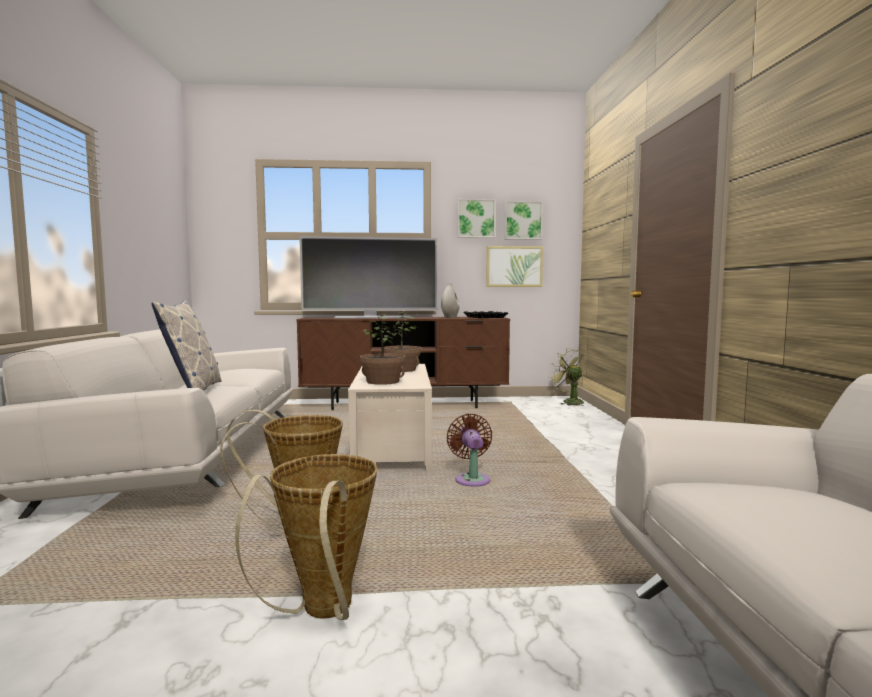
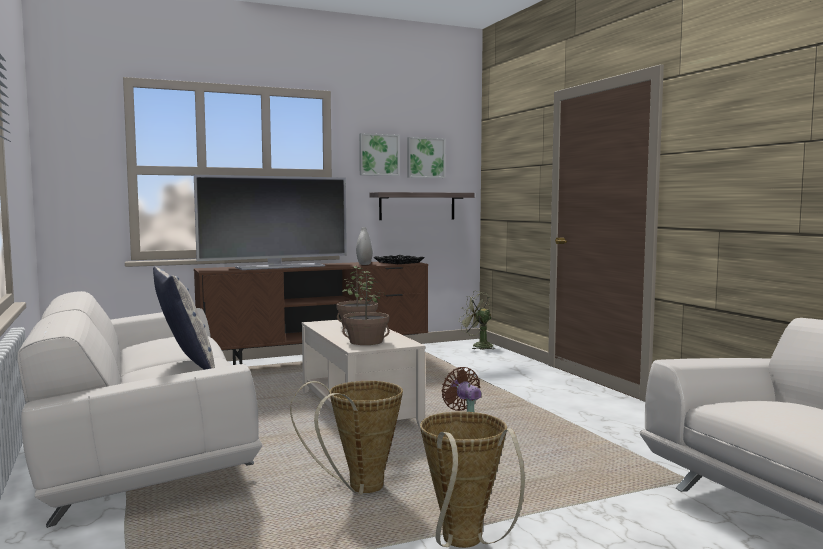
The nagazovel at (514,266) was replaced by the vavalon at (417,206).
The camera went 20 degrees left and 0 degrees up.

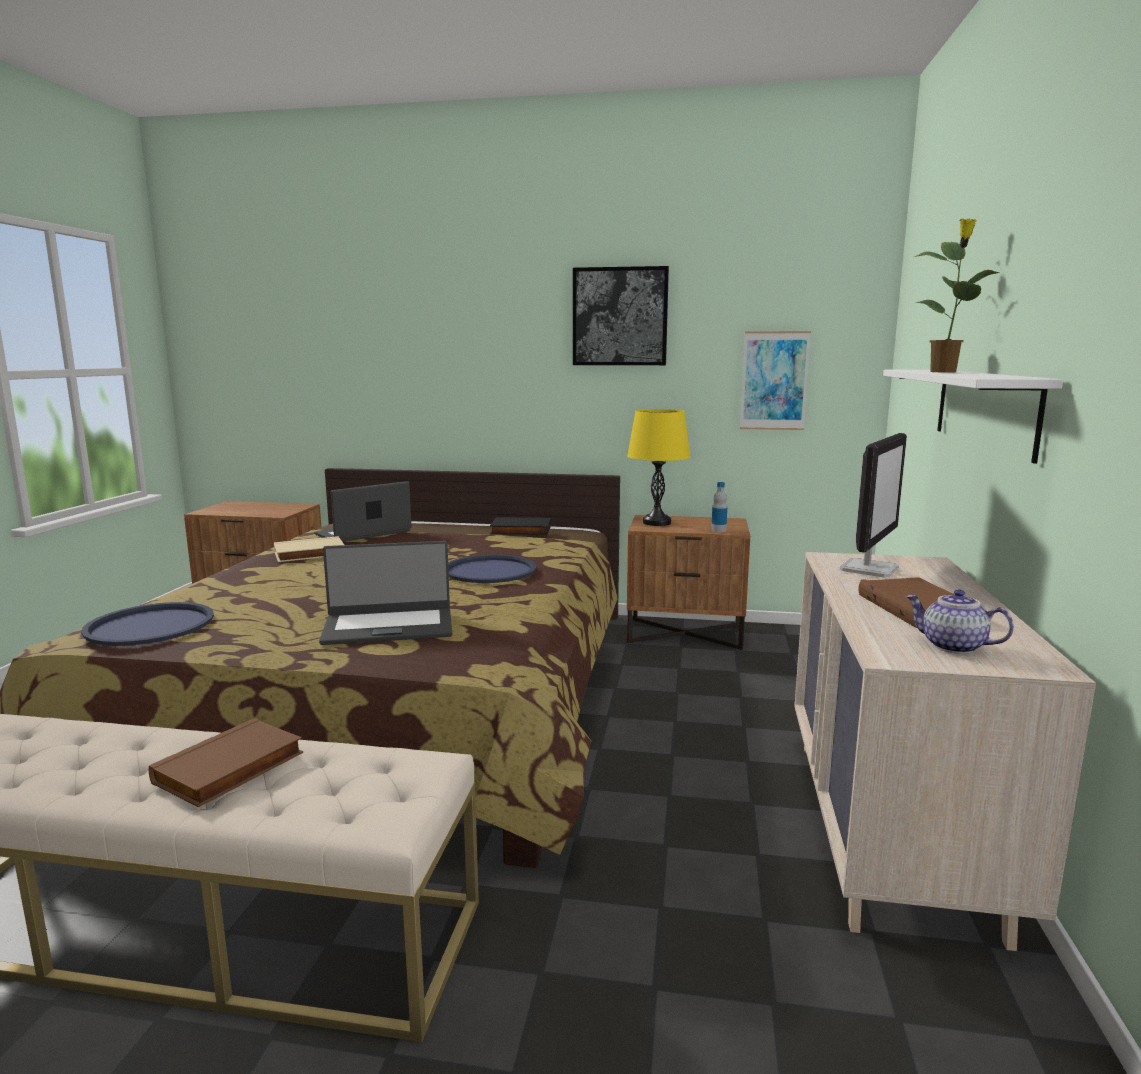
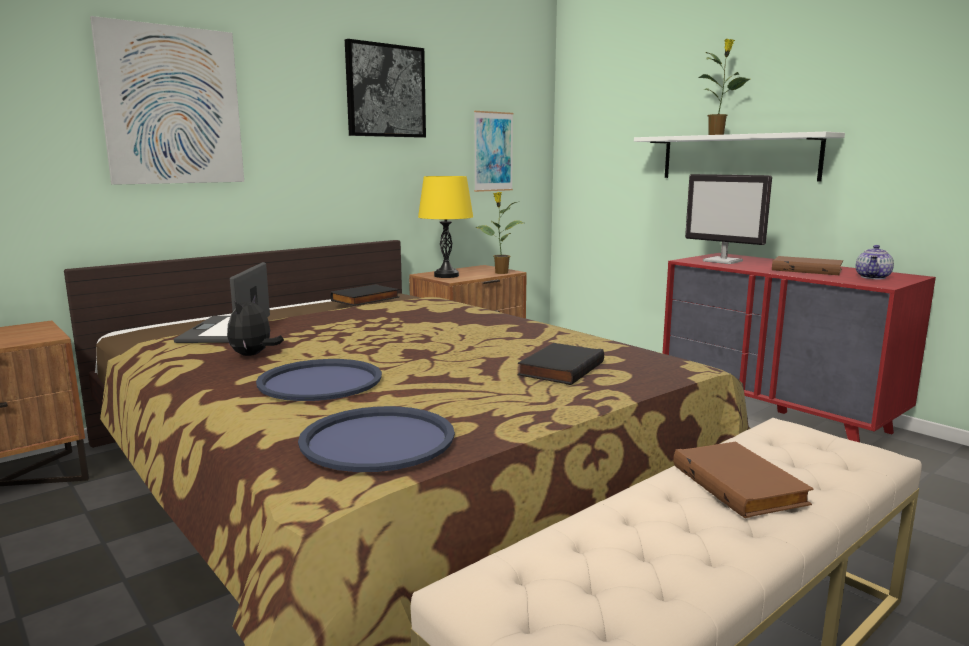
The nagazovel at (173,106) appeared.
The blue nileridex moved from (489,570) to (320,382).
The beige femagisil at (309,554) was replaced by the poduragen at (253,355).
The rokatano at (388,627) was replaced by the black femagisil at (560,368).
The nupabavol at (718,530) was replaced by the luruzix at (500,273).
The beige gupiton at (890,831) became the red gupiton at (777,415).
The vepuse at (868,569) turned 150 degrees clockwise.
The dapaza at (952,647) turned 45 degrees counterclockwise.
The camera went 50 degrees left and 0 degrees up.

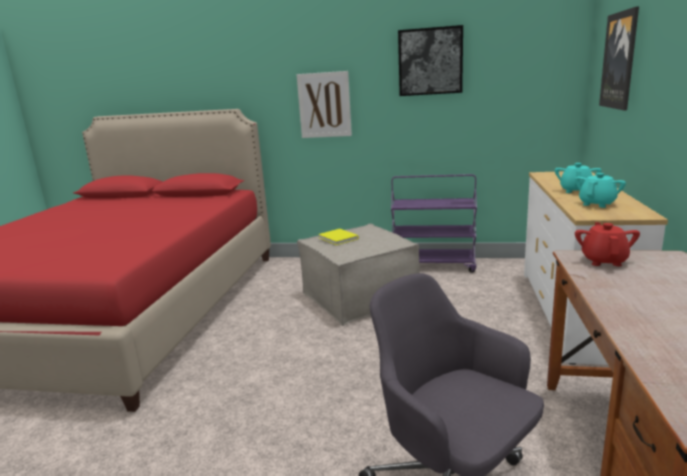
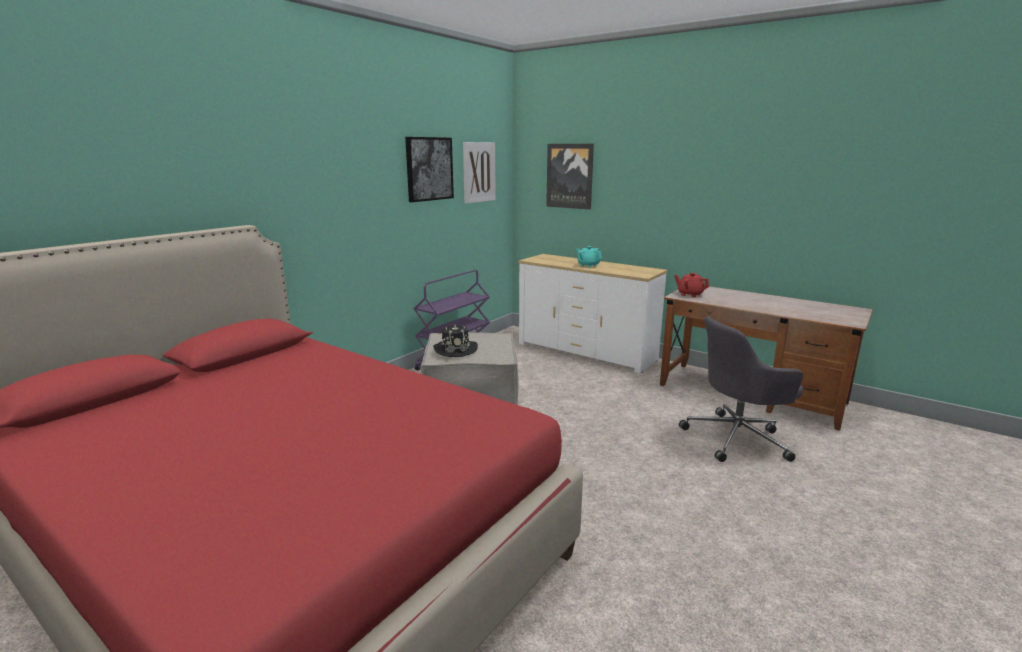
The turquoise dapaza at (597,204) disappeared.
The nagazovel moved from (324,105) to (479,172).
The yellow femagisil at (339,238) was replaced by the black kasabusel at (455,349).
The camera went 65 degrees left and 0 degrees up.

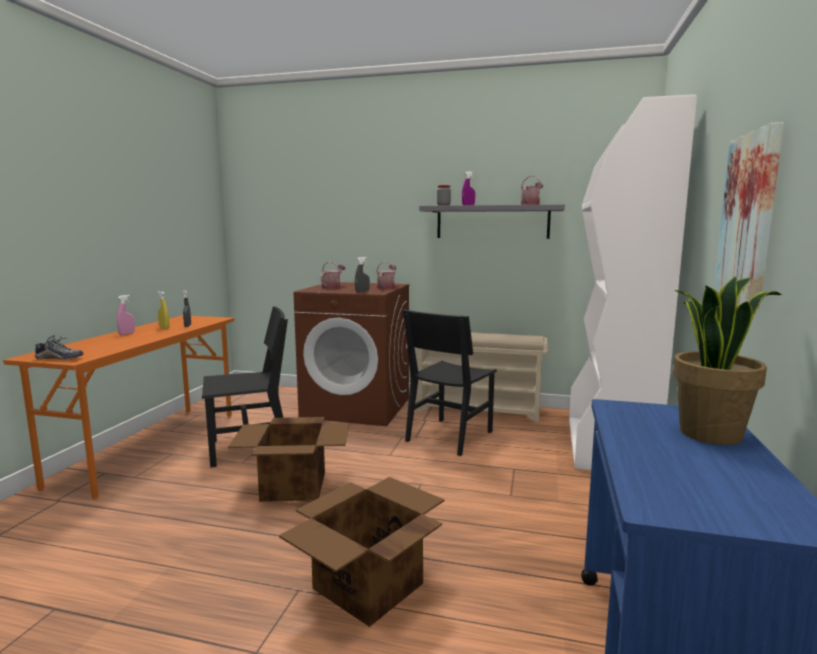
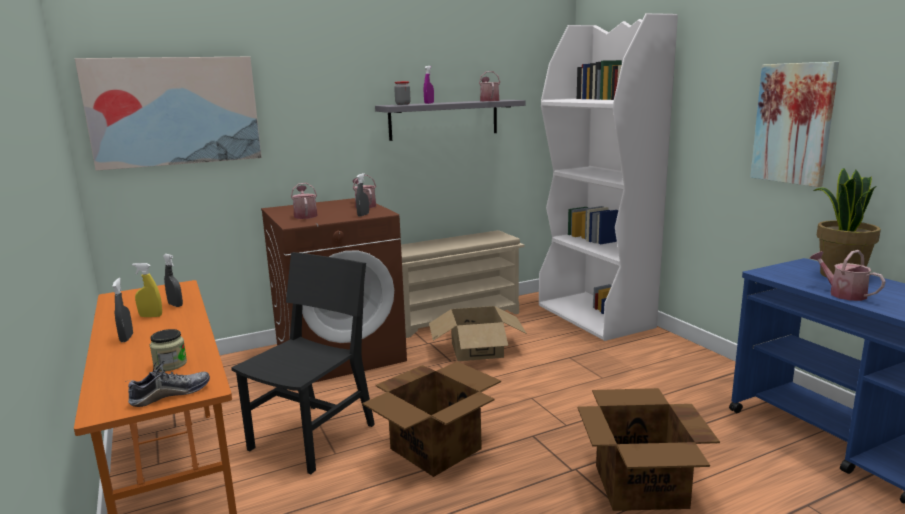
The nagazovel at (174,111) appeared.
The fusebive at (170,364) appeared.
The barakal at (842,293) appeared.
The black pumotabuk at (449,436) was replaced by the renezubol at (476,349).
The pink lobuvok at (127,334) became the grey lobuvok at (126,338).
The camera went 40 degrees left and 5 degrees up.

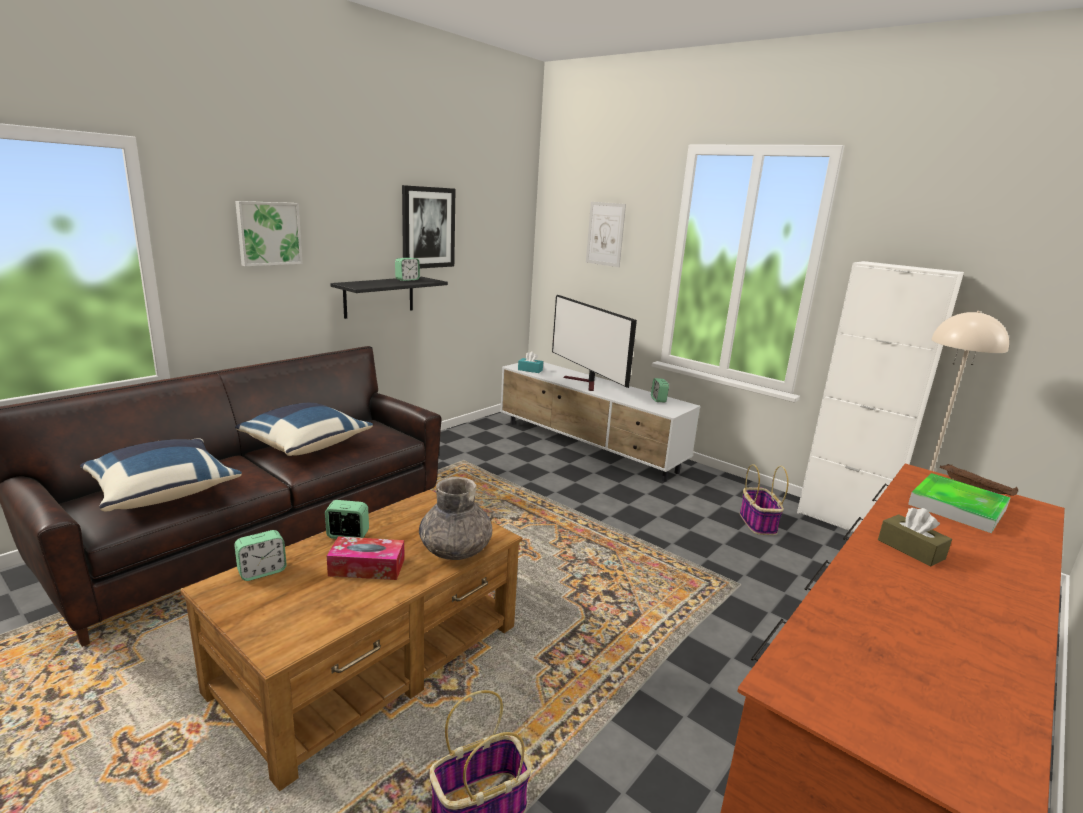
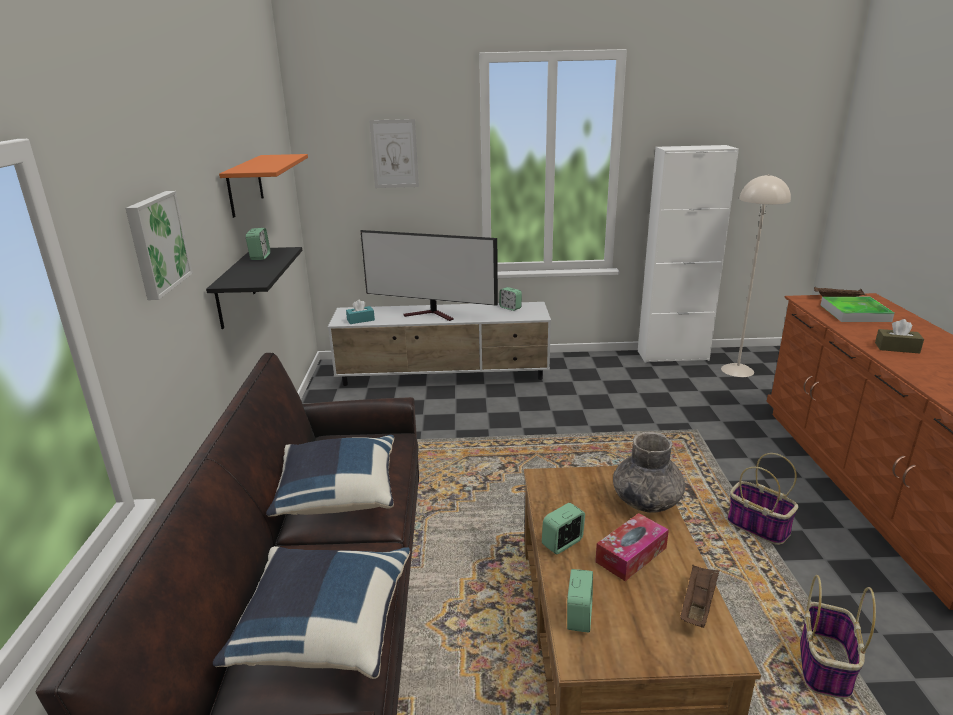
The brown nileridex at (697,604) appeared.
The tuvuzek moved from (757,523) to (756,526).
The nagazovel at (428,227) was replaced by the orange vavalon at (245,185).
The camera went 40 degrees left and 5 degrees up.

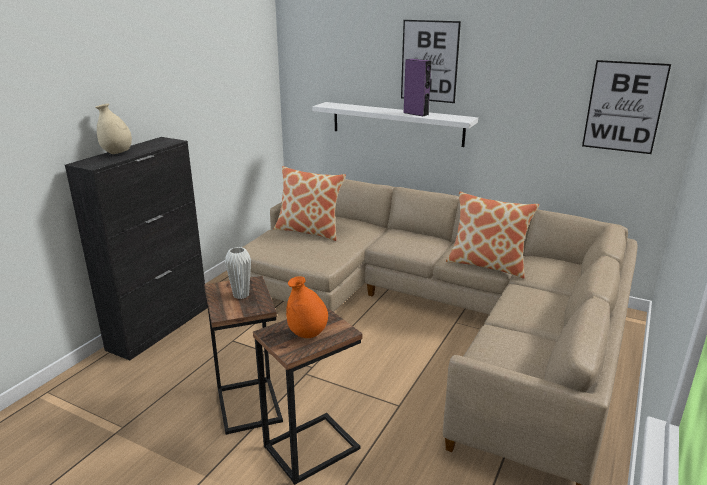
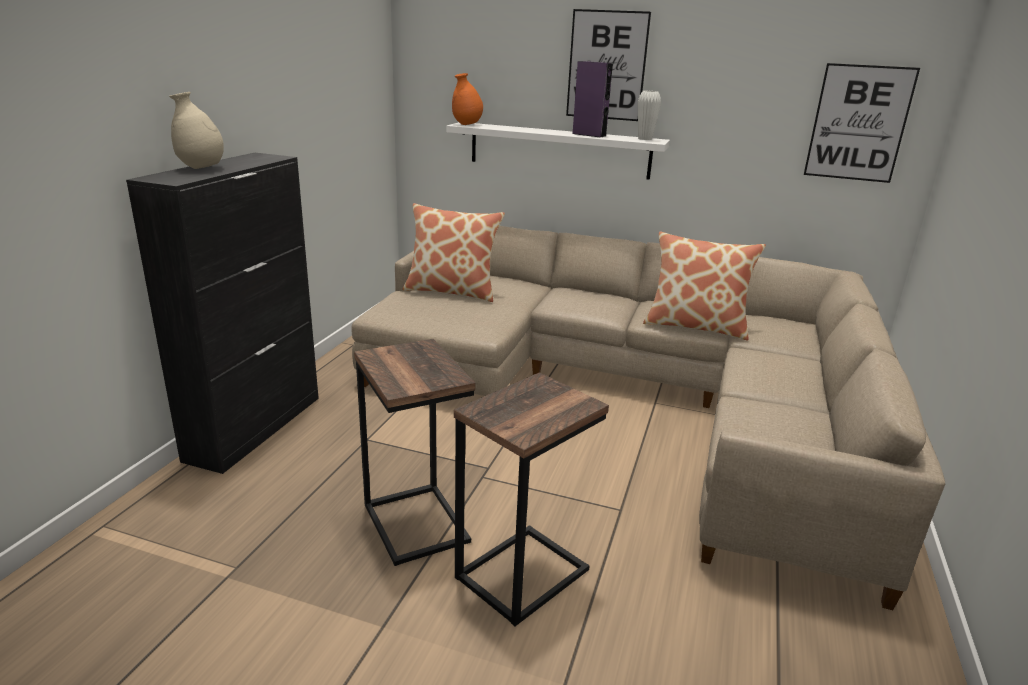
The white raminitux moved from (241,295) to (645,139).
The orange raminitux moved from (307,334) to (467,124).
The camera went 10 degrees left and 0 degrees up.

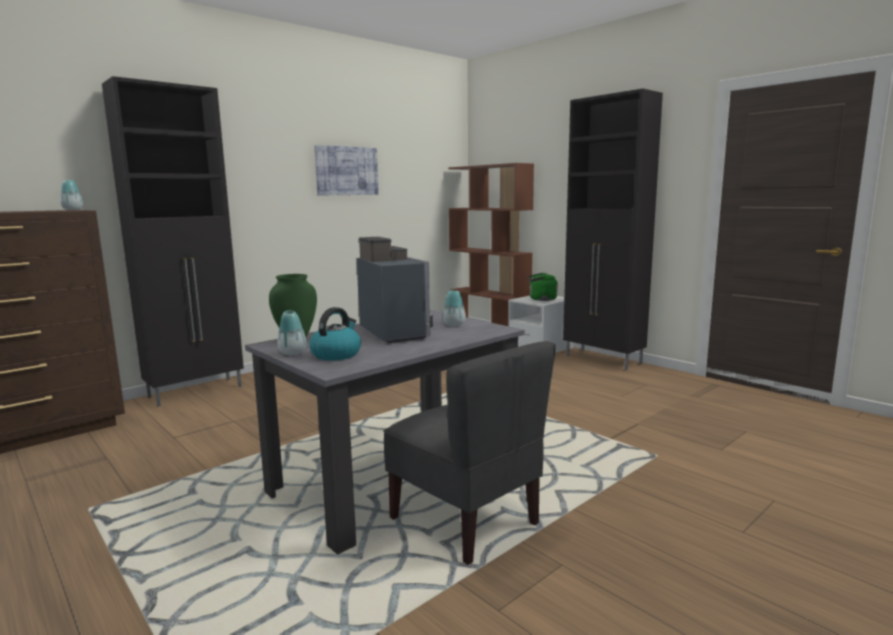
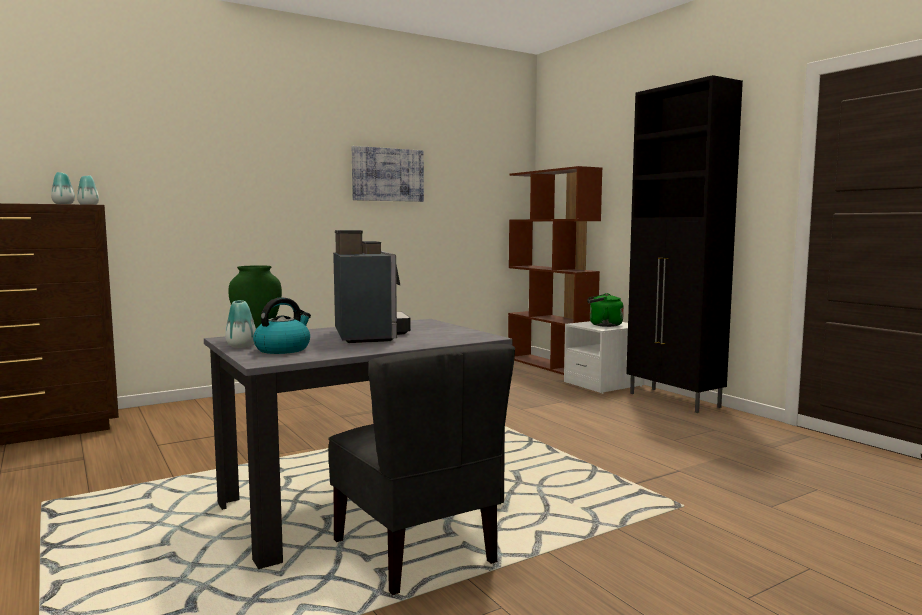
The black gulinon at (197,392) disappeared.
The raminitux moved from (454,325) to (63,204).
The camera went 10 degrees right and 5 degrees down.

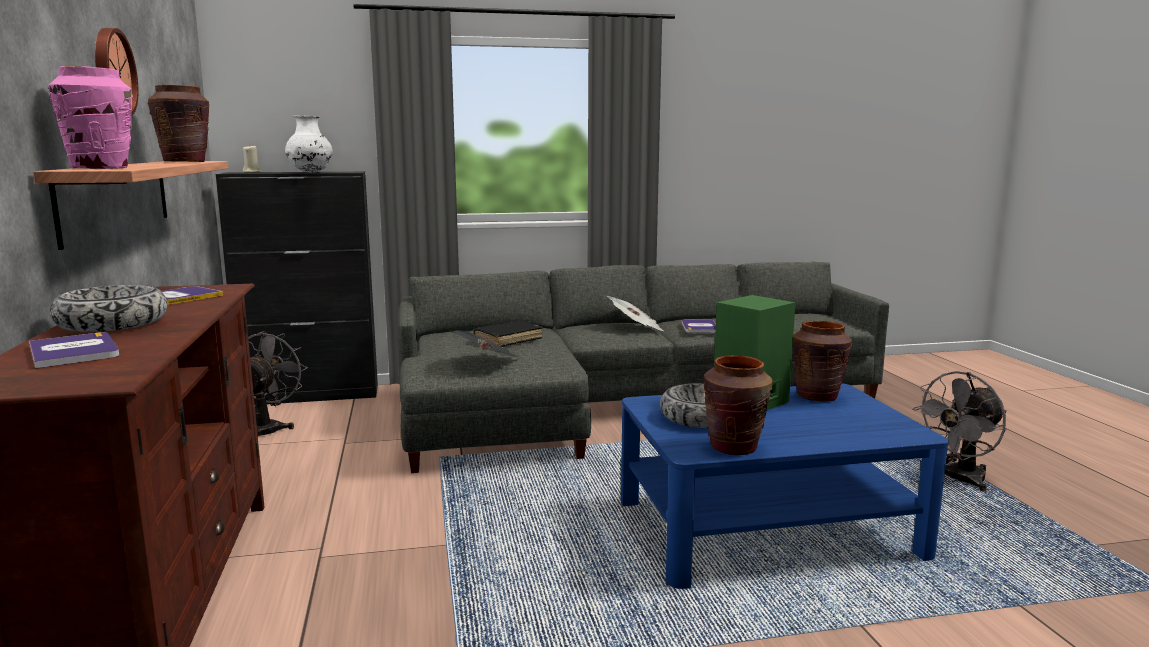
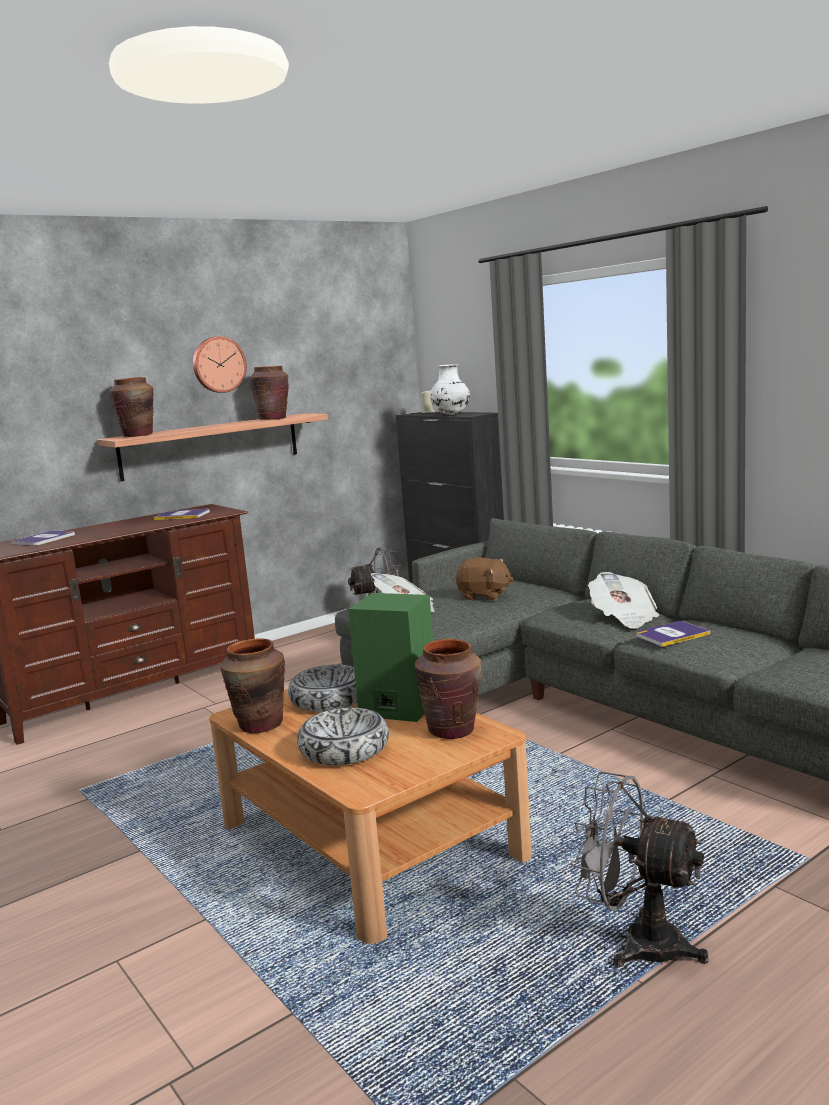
The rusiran moved from (112,324) to (344,749).
The black femagisil at (508,340) was replaced by the brown poduragen at (484,596).
The pink raminitux at (101,168) became the brown raminitux at (138,435).
The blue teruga at (767,527) became the brown teruga at (370,839).
The camera went 65 degrees right and 0 degrees up.

